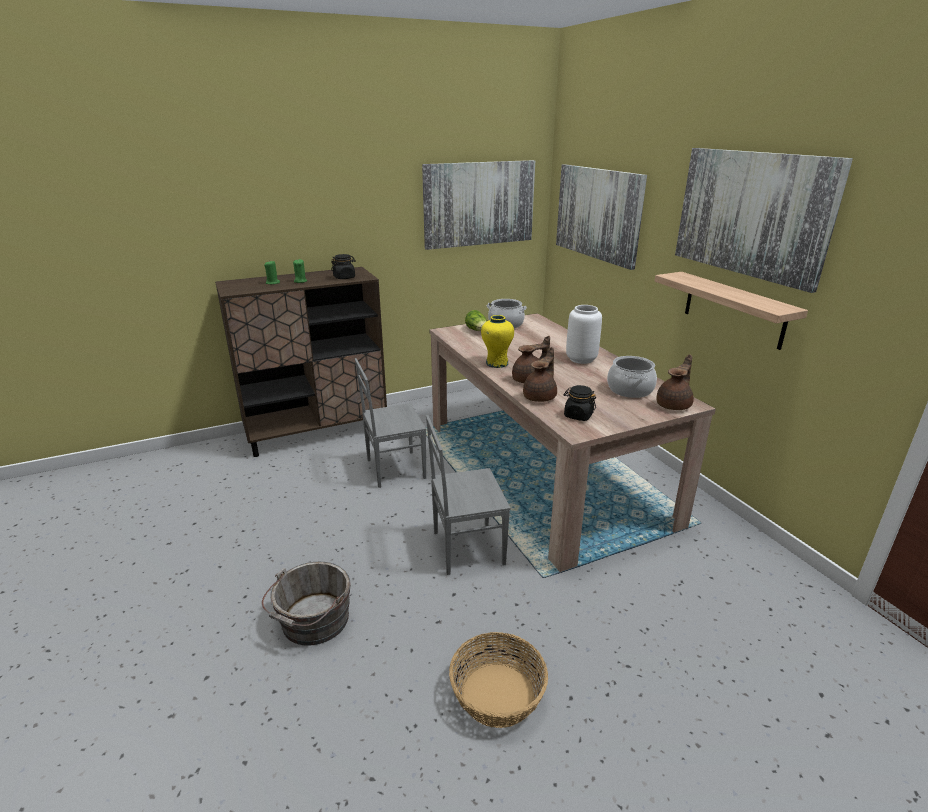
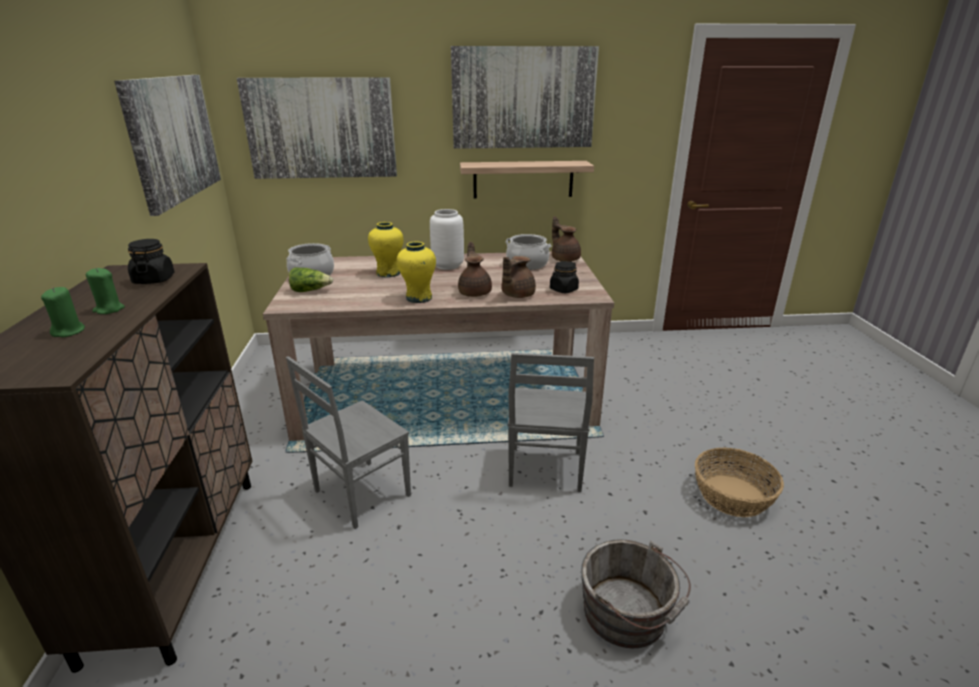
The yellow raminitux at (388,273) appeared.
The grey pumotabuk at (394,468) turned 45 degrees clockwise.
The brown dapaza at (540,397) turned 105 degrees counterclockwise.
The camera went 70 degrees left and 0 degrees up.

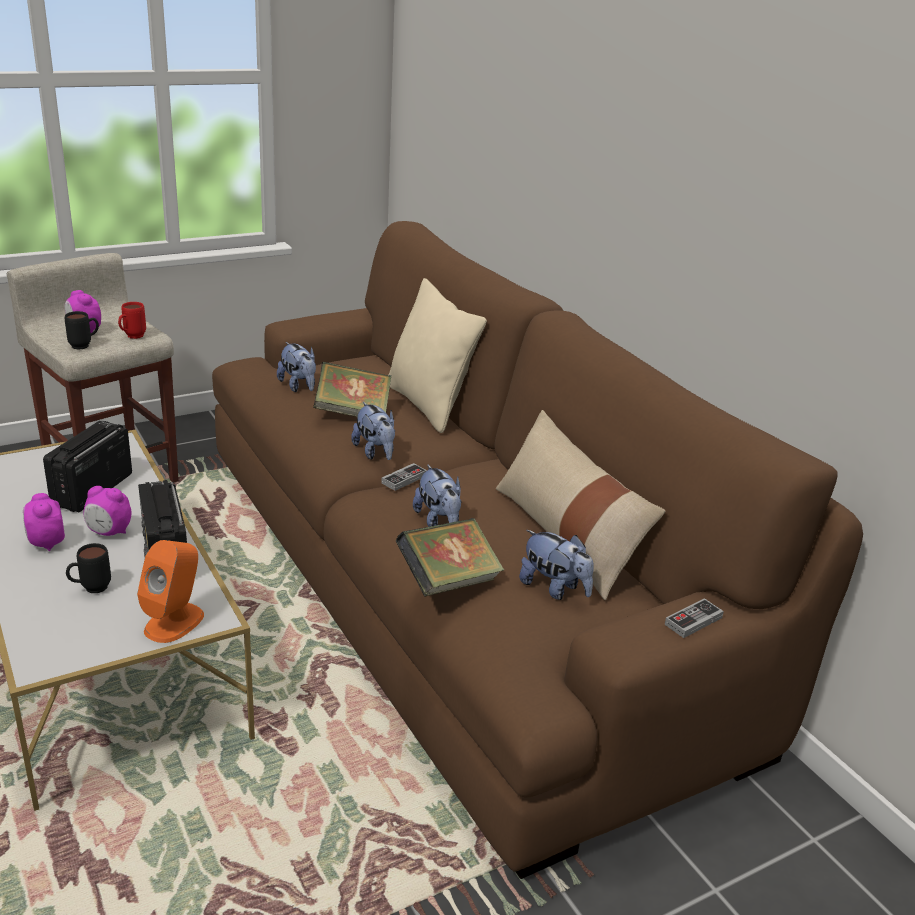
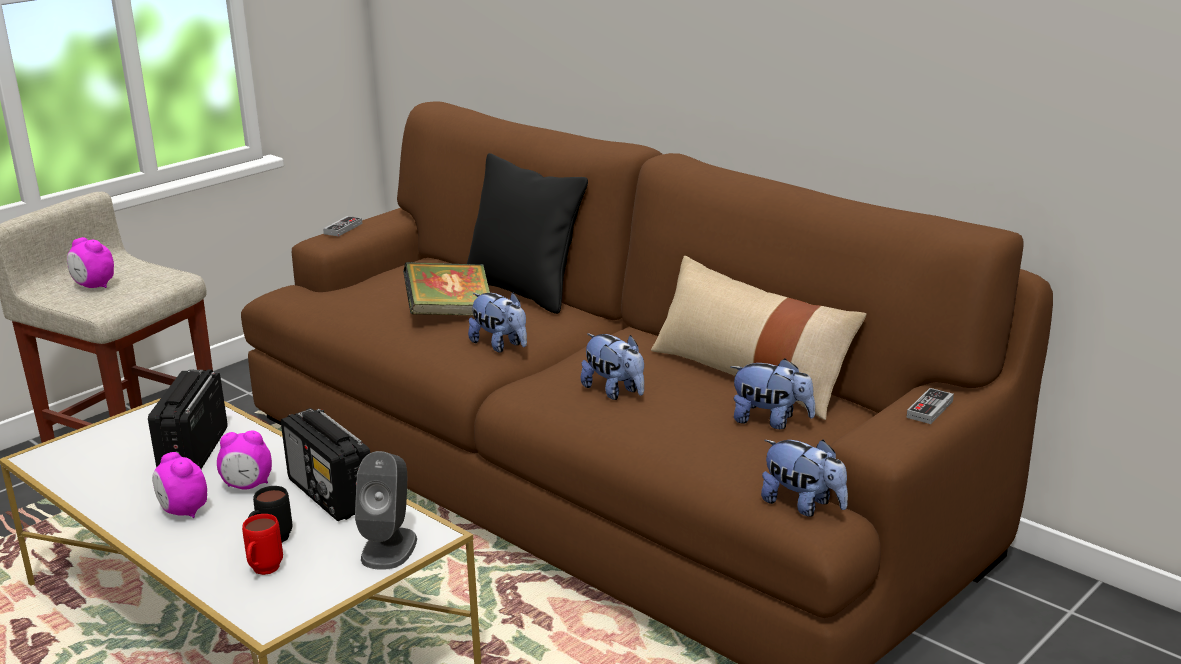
The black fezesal at (85,346) disappeared.
The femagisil at (448,582) disappeared.
The red fezesal moved from (132,337) to (263,572).
The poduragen moved from (299,386) to (803,505).
The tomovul moved from (404,479) to (343,228).
The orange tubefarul at (175,622) became the grey tubefarul at (389,548).
The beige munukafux at (428,405) became the black munukafux at (524,291).
The camera went 15 degrees left and 5 degrees down.

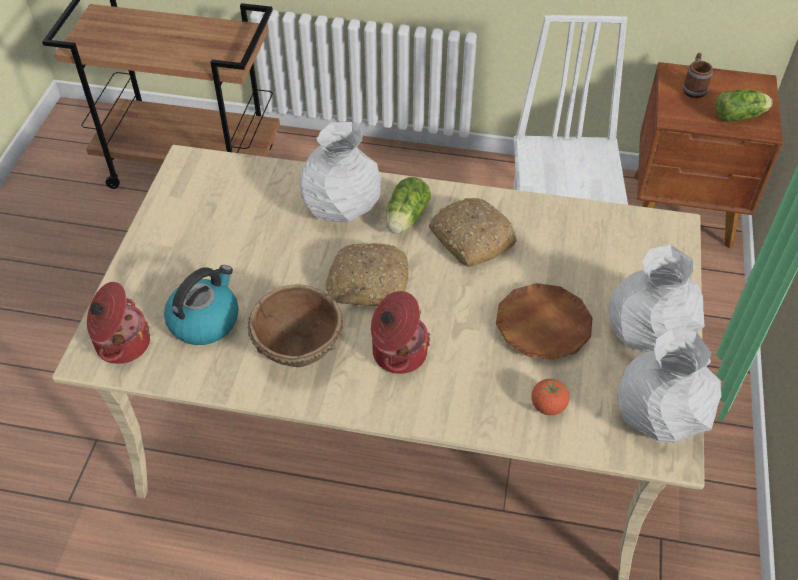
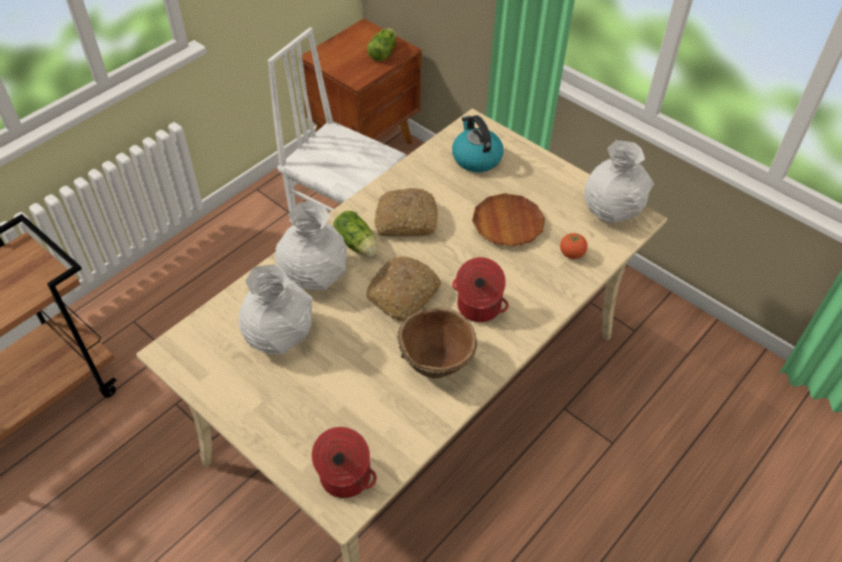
The fezesal at (693,88) disappeared.
The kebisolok moved from (205,320) to (476,158).
The white raminitux moved from (649,333) to (279,334).
The camera went 60 degrees left and 0 degrees up.

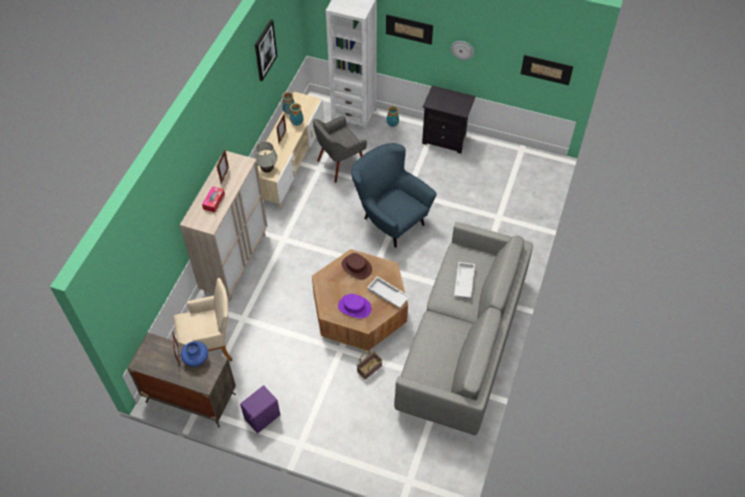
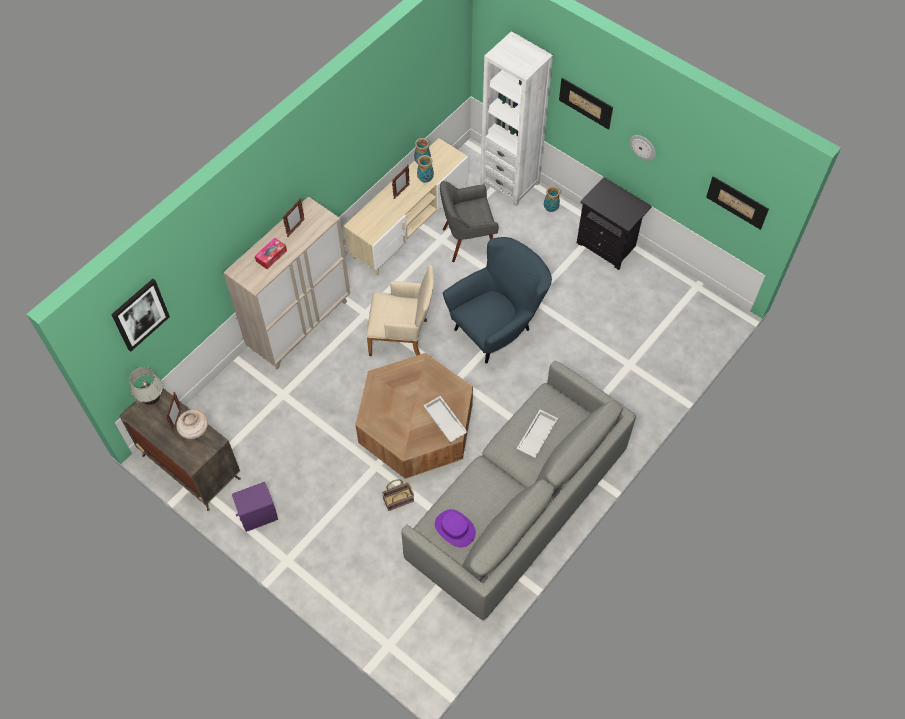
The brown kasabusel at (356,267) disappeared.
The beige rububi moved from (210,346) to (403,338).
The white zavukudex moved from (267,170) to (152,399).
The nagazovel moved from (265,50) to (140,314).
The purple kasabusel moved from (354,307) to (454,529).
The blue raminitux at (196,359) became the beige raminitux at (194,430).
The blue rububi at (390,219) turned 75 degrees clockwise.
The camera went 20 degrees right and 5 degrees up.

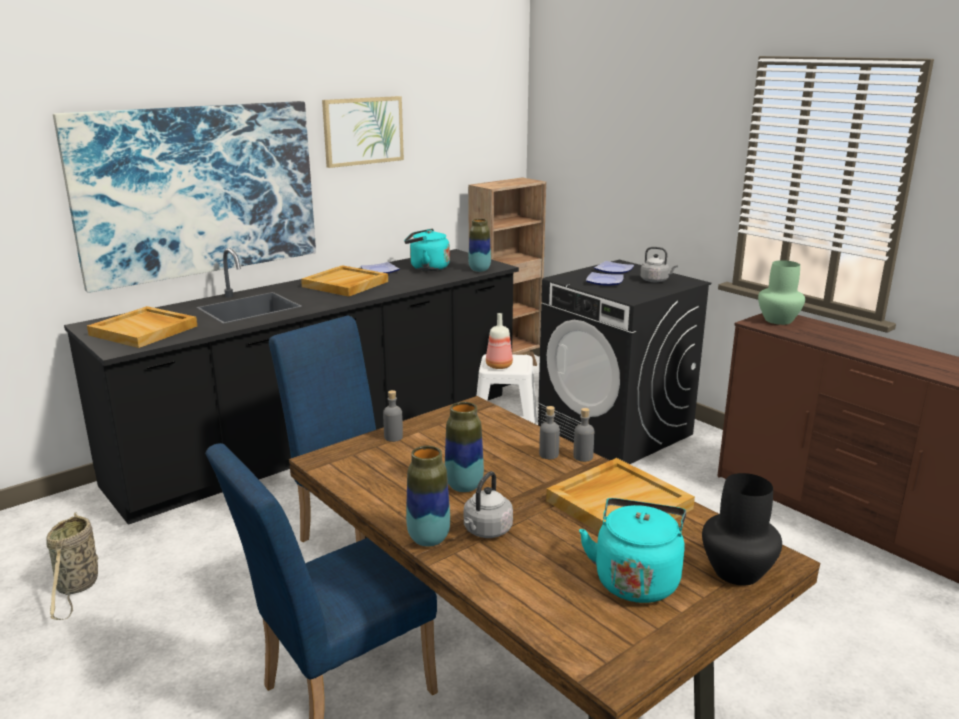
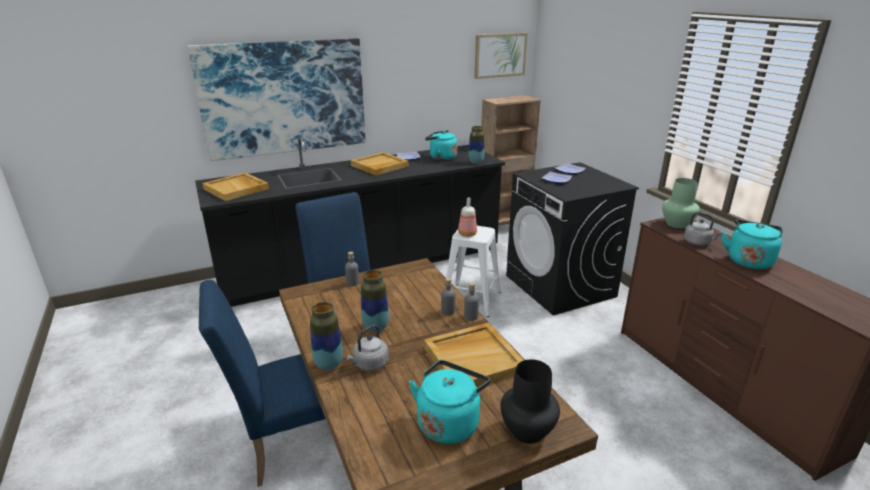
The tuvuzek at (77,587) disappeared.
The turquoise kebisolok at (748,260) appeared.
The nagazovel moved from (363,131) to (500,55).
The grey kebisolok moved from (656,280) to (698,243).
The camera went 15 degrees right and 5 degrees up.

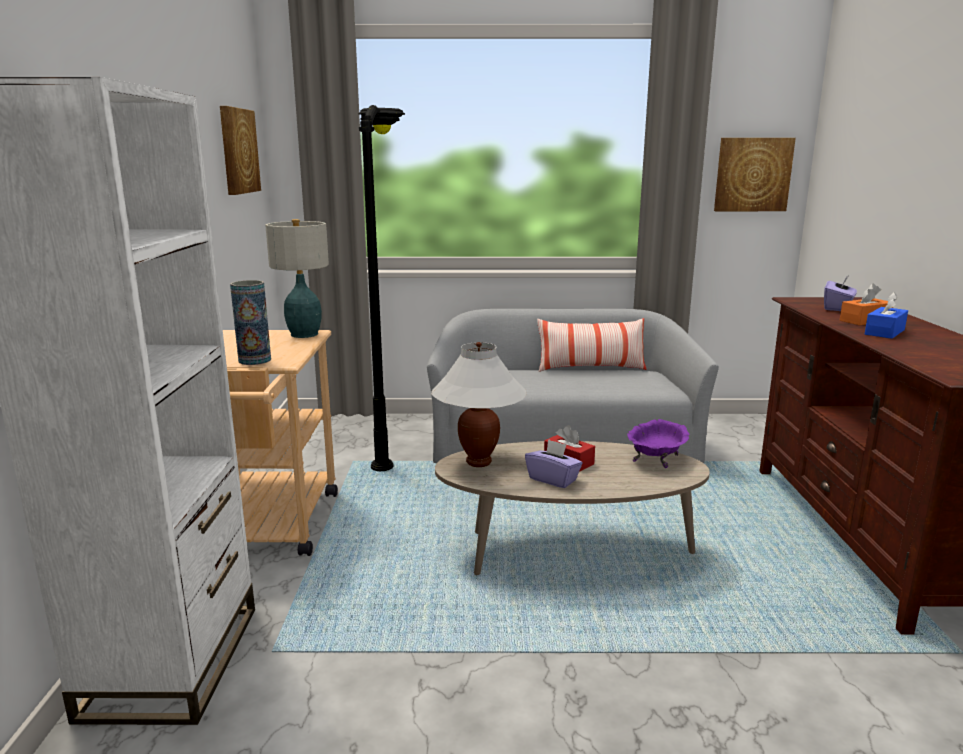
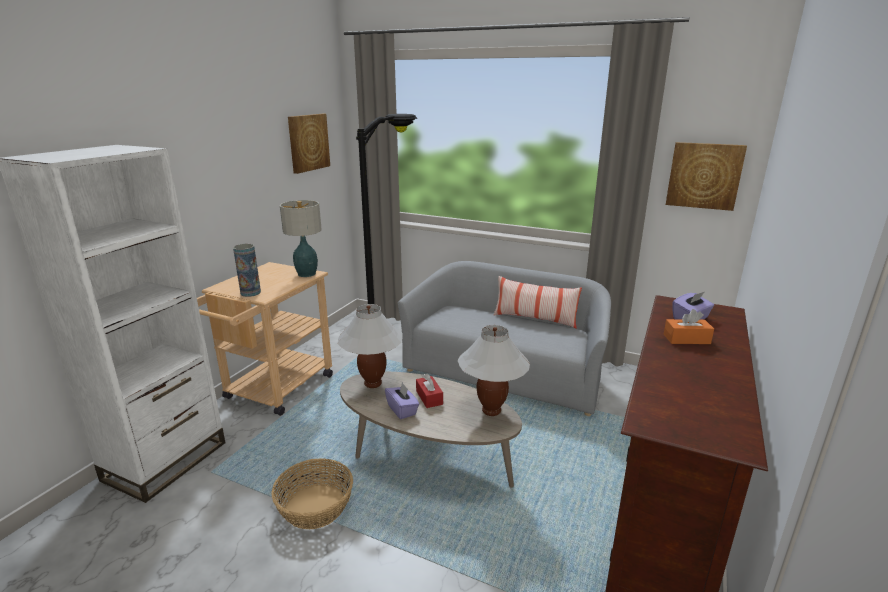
The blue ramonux at (884,332) disappeared.
The tuvuzek at (316,506) appeared.
The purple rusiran at (655,458) was replaced by the white zavukudex at (491,411).
The camera went 25 degrees right and 5 degrees up.

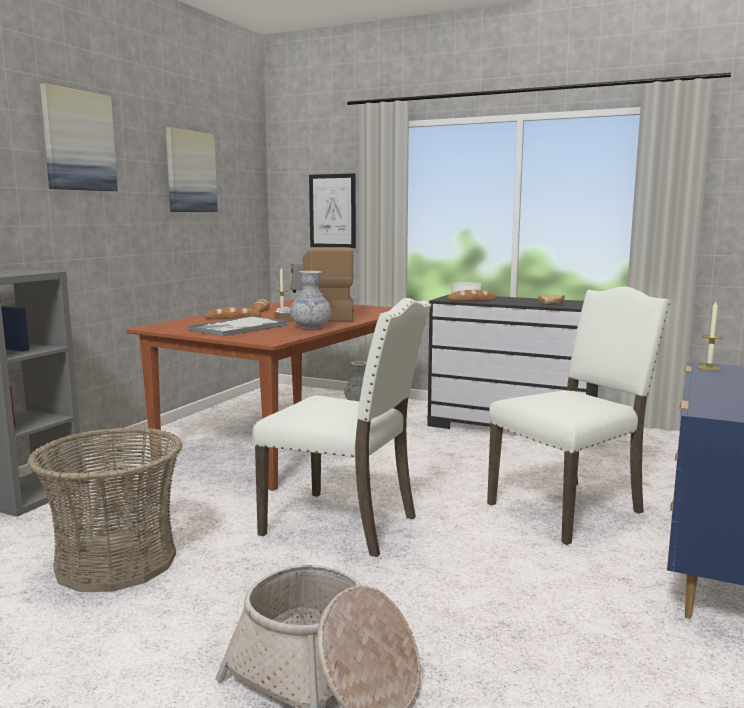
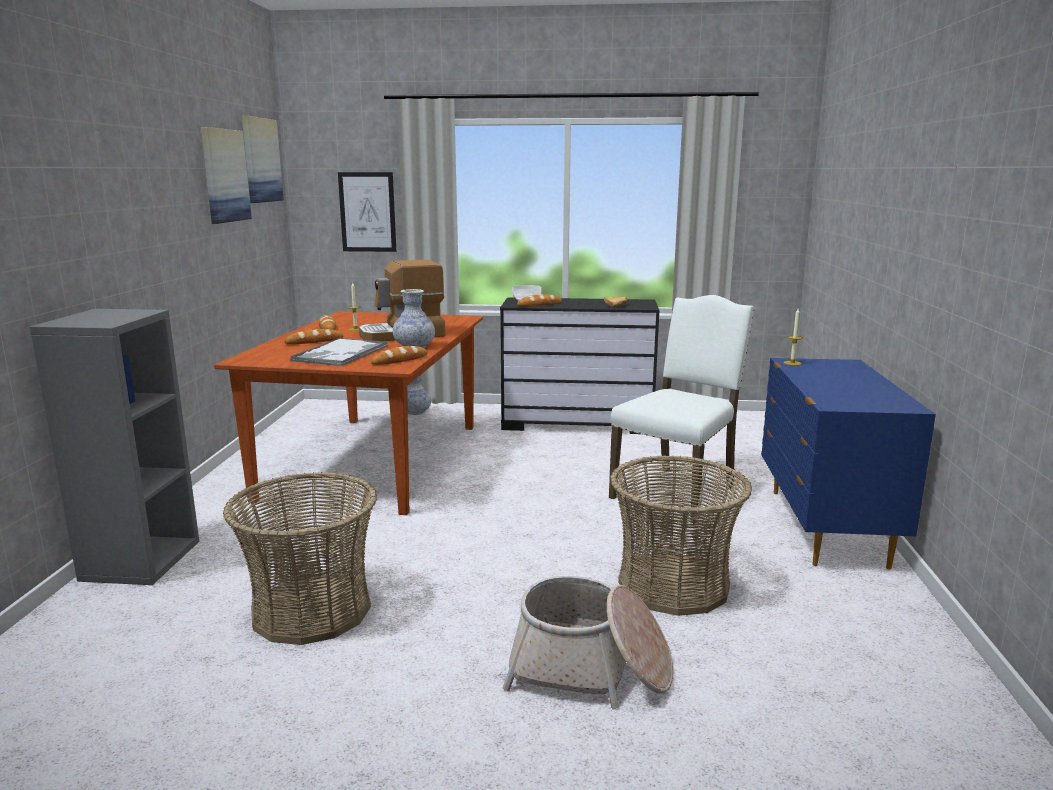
The white pumotabuk at (344,524) disappeared.
The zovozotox at (400,360) appeared.
The tuvuzek at (673,585) appeared.
The nagazovel moved from (78,141) to (261,160).
The camera went 20 degrees left and 5 degrees up.

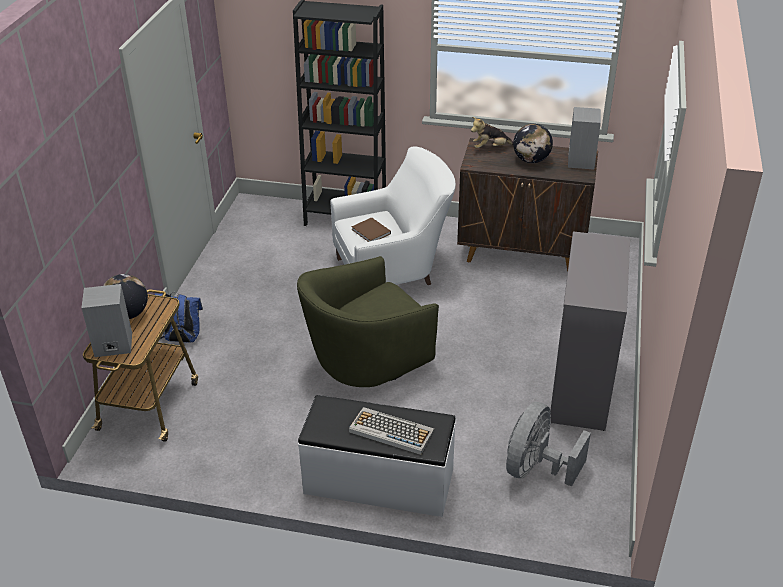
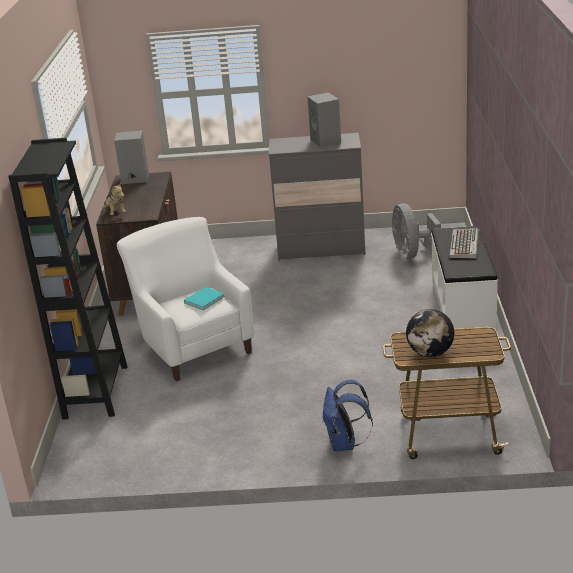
The green rububi at (367,360) disappeared.
The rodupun at (531,160) disappeared.
The grey tubefarul moved from (112,345) to (326,141).
The brown femagisil at (371,232) became the turquoise femagisil at (205,299).
The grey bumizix at (536,468) turned 60 degrees clockwise.
The camera went 100 degrees left and 10 degrees down.

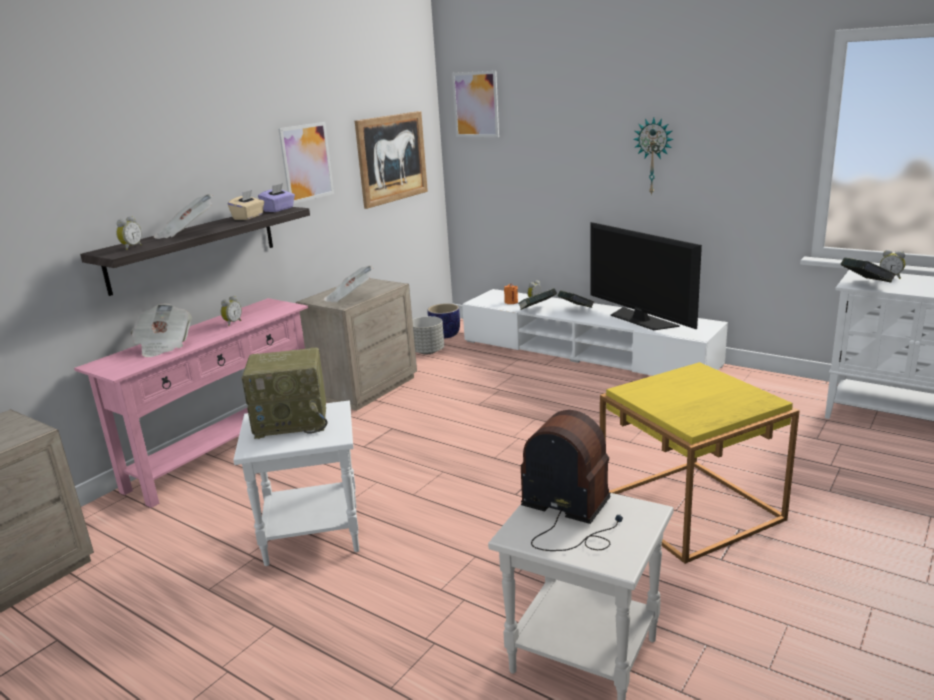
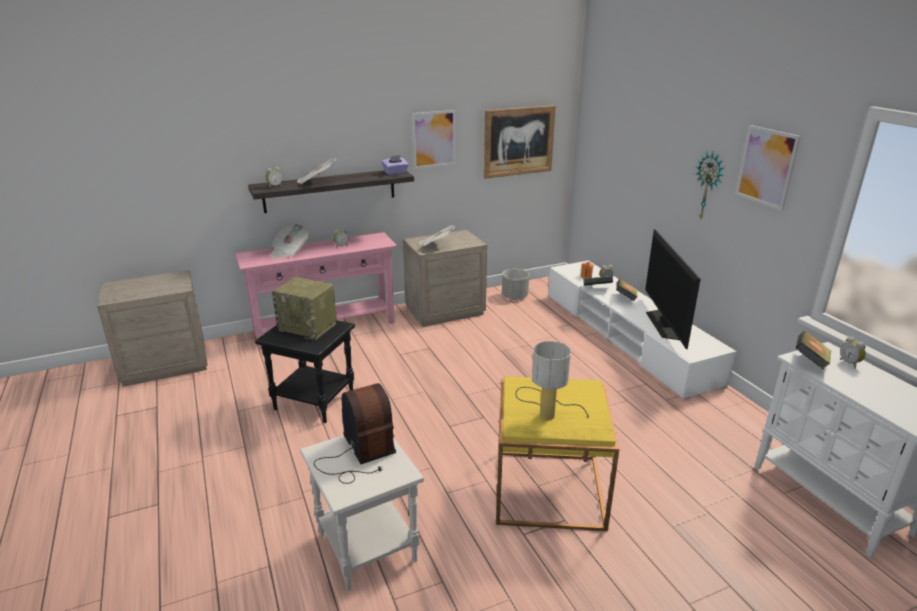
The beige ramonux at (248,217) disappeared.
The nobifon at (445,335) disappeared.
The zavukudex at (547,409) appeared.
The nagazovel moved from (476,104) to (766,167).
The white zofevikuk at (314,533) became the black zofevikuk at (315,401).
The camera went 30 degrees right and 5 degrees up.

